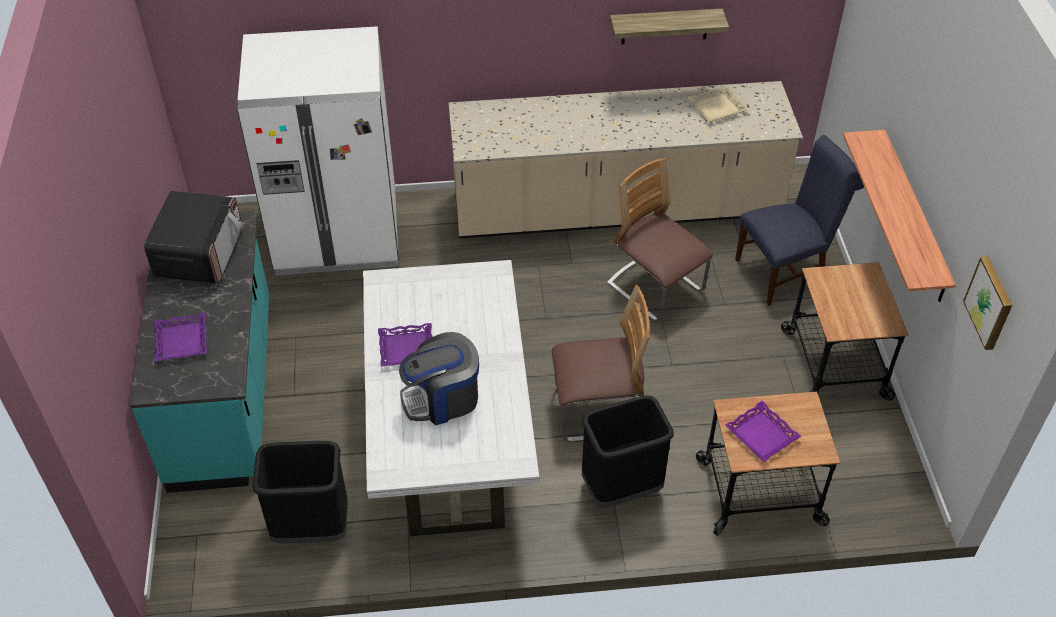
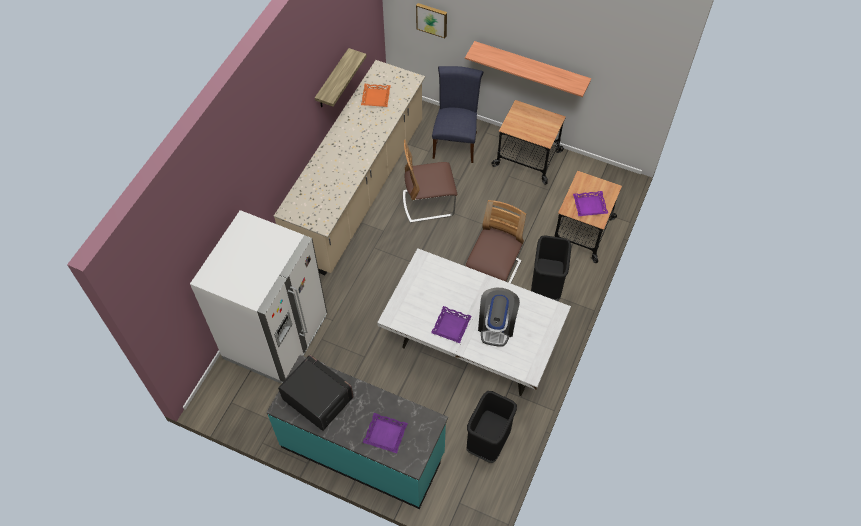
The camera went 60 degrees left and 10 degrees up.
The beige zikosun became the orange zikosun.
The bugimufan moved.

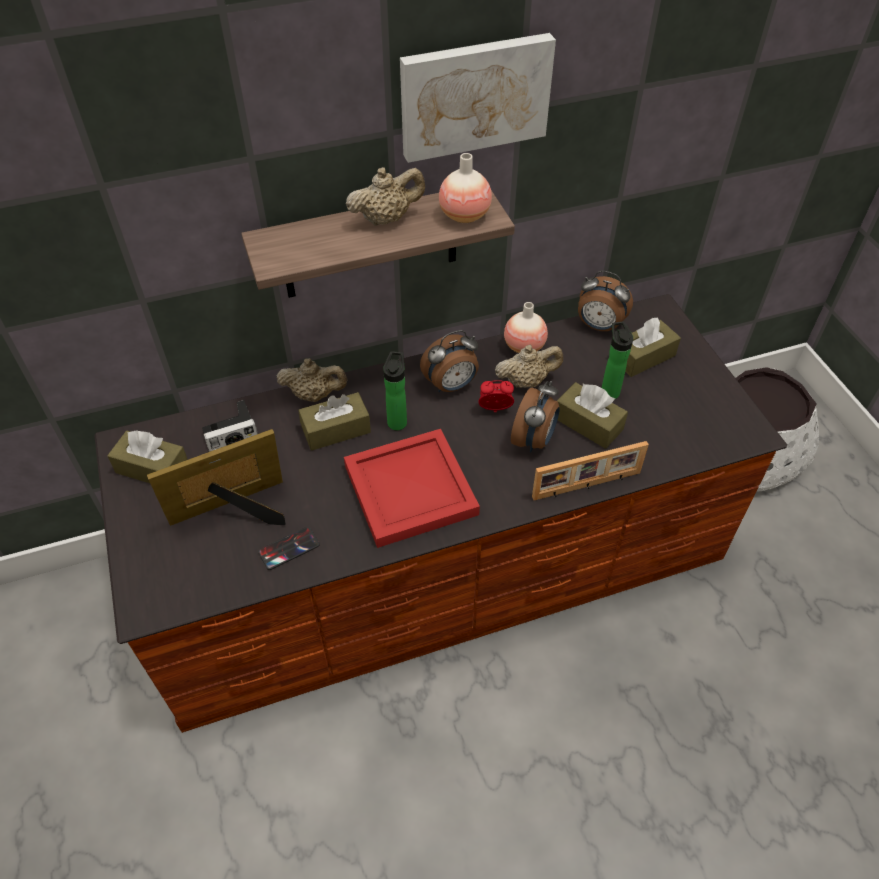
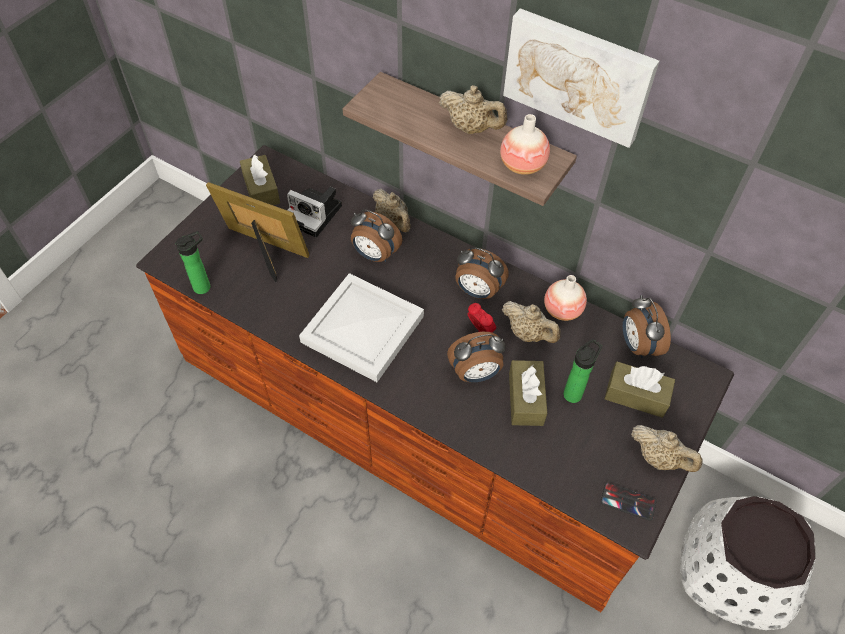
The camera went 50 degrees right and 5 degrees up.
The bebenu (no. 1 from left) moved.
The red zikosun became the white zikosun.
The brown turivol (no. 2 from left) was replaced by the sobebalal (no. 1 from left).
The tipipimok moved.
The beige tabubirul (no. 4 from left) appeared.
The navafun (no. 2 from left) disappeared.

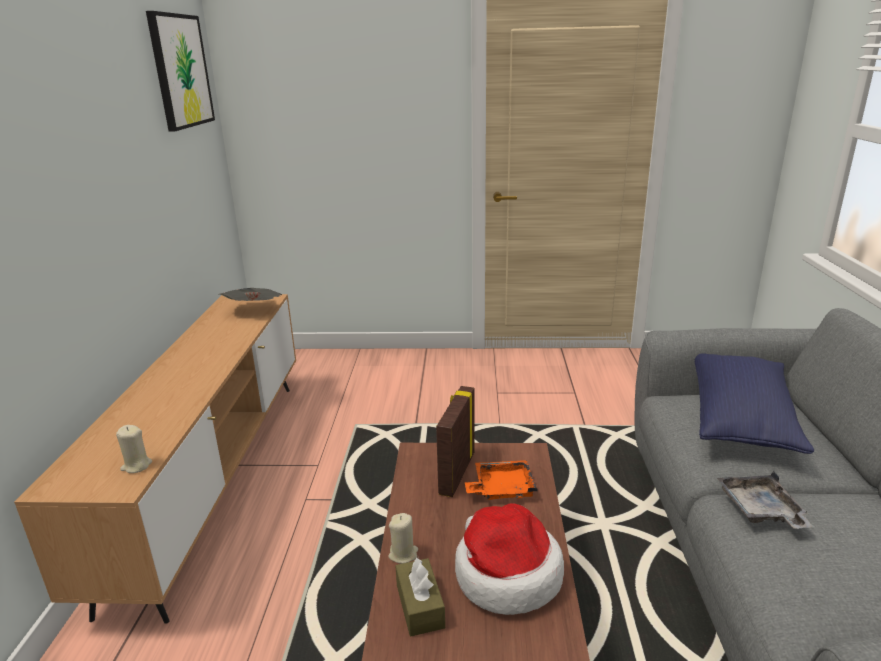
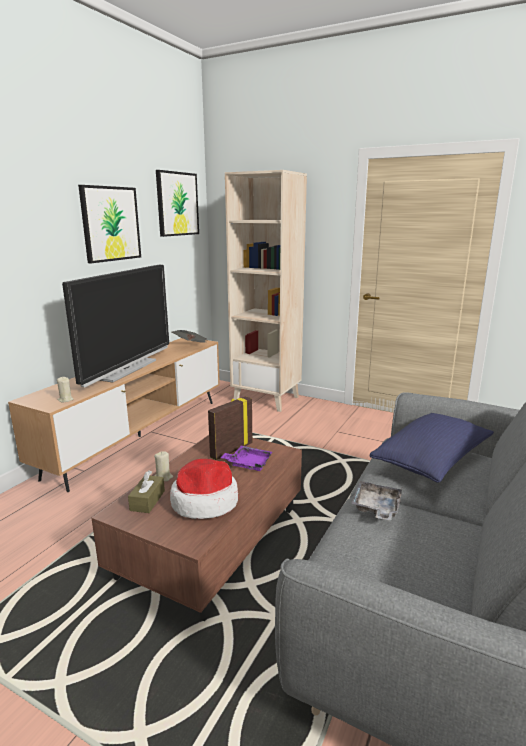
The camera went 25 degrees right and 5 degrees down.
The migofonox appeared.
The bugimufan (no. 1 from left) appeared.
The orange zikosun became the purple zikosun.
The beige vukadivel appeared.

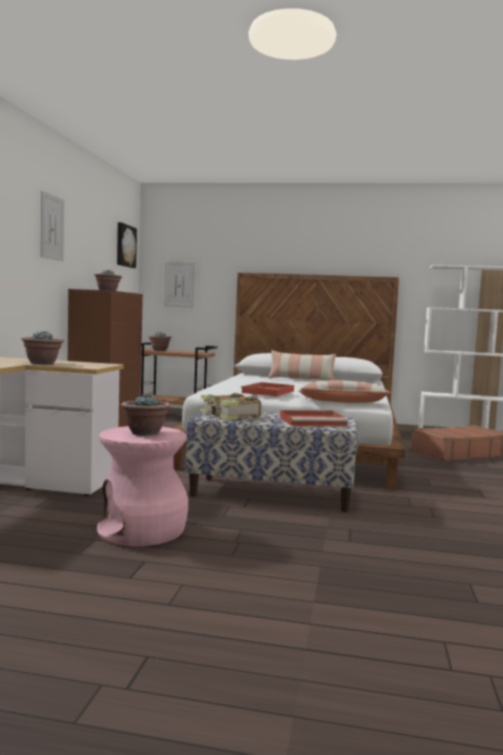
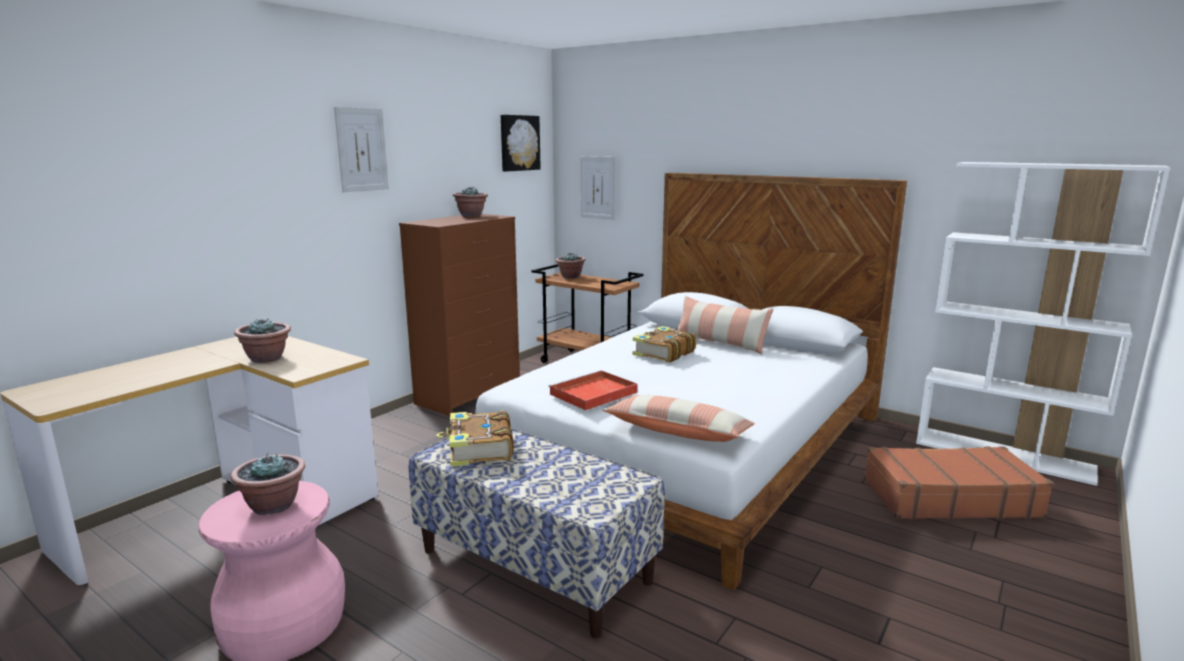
The camera went 25 degrees right and 10 degrees up.
The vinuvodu (no. 2 from left) appeared.
The red zikosun (no. 2 from left) disappeared.

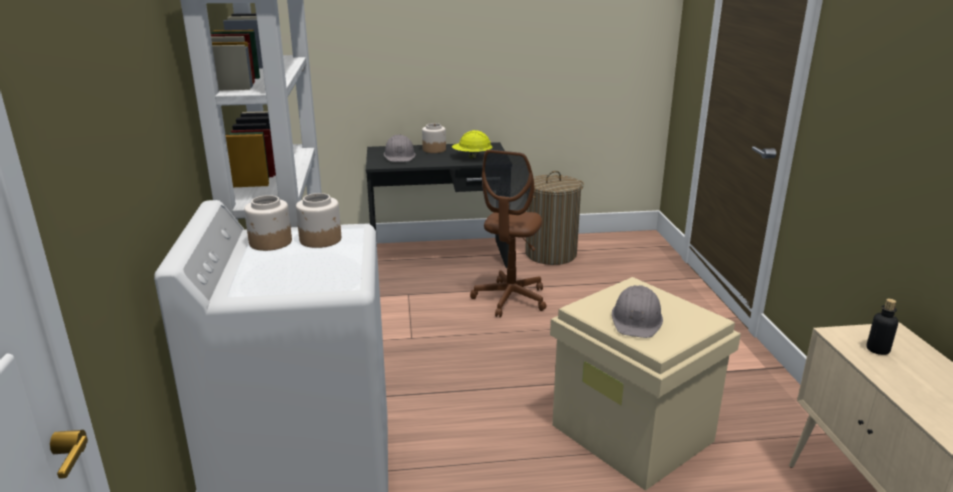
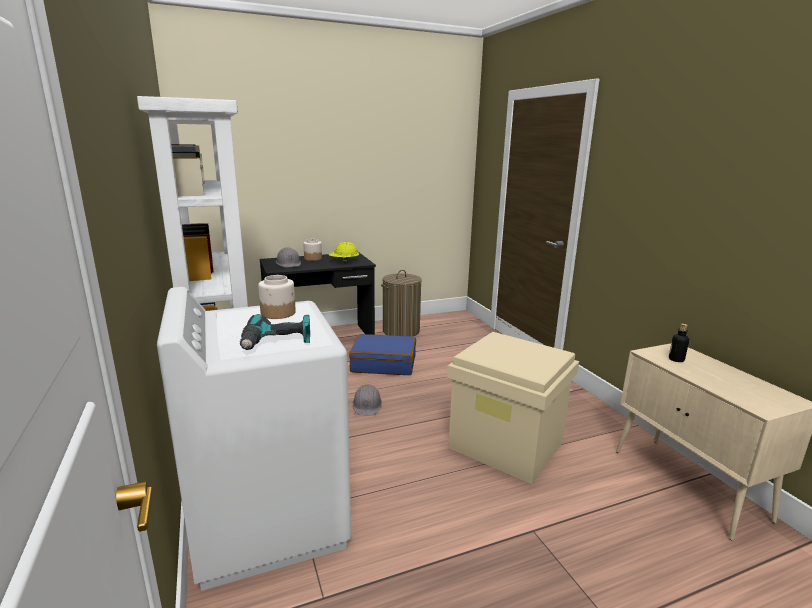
The camera went 15 degrees left and 5 degrees down.
The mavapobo appeared.
The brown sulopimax was replaced by the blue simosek.
The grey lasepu (no. 2 from left) moved.
The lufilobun (no. 1 from left) disappeared.

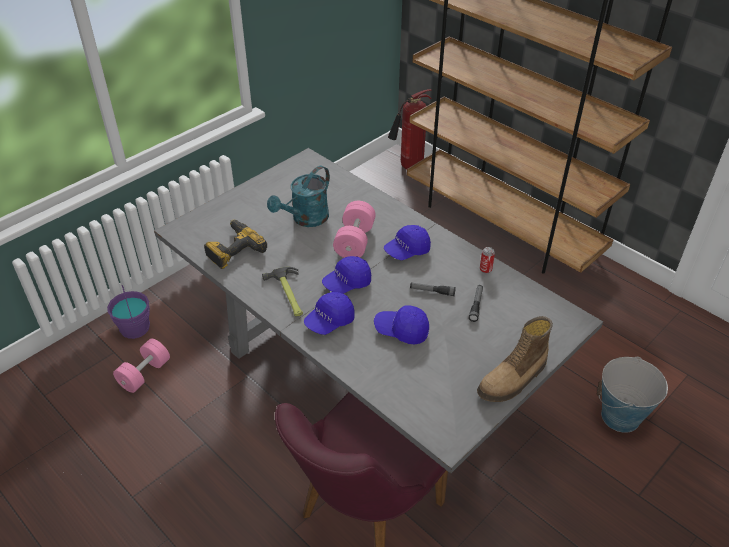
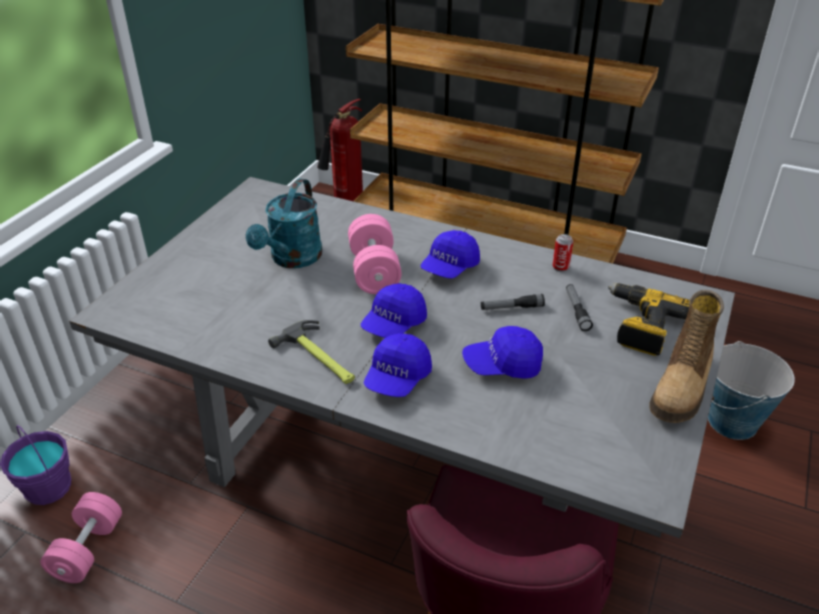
The camera went 20 degrees left and 5 degrees down.
The mavapobo moved.

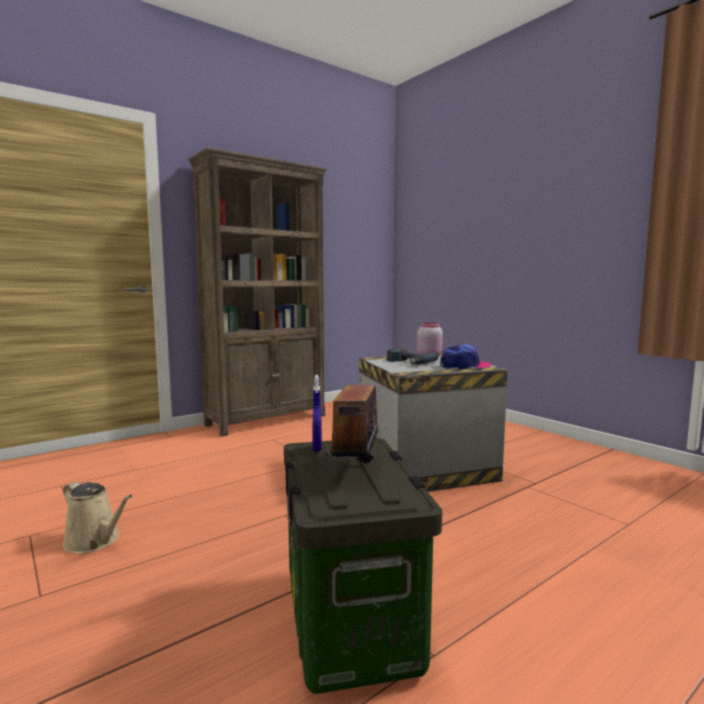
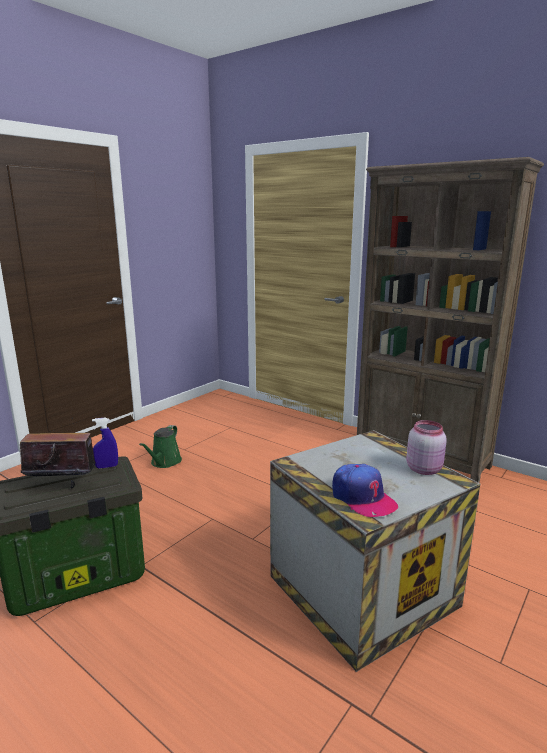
The camera went 75 degrees right and 10 degrees up.
The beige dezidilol became the green dezidilol.
The mavapobo disappeared.

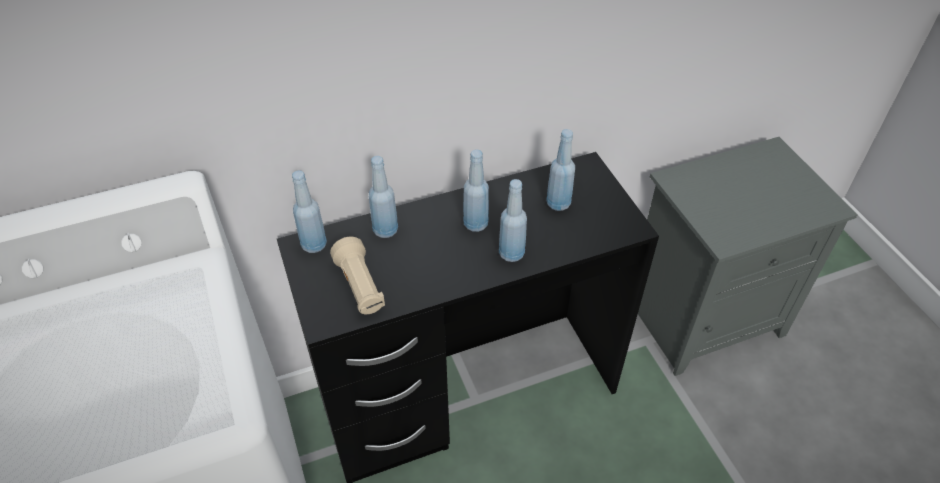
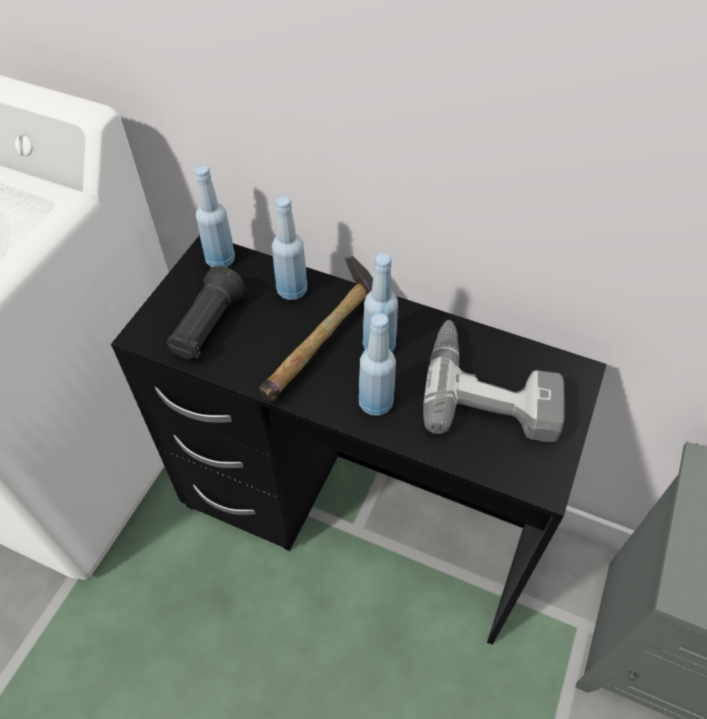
The camera went 45 degrees right and 5 degrees up.
The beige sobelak became the black sobelak.
The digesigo appeared.
The blue bebenu (no. 5 from left) was replaced by the mavapobo.

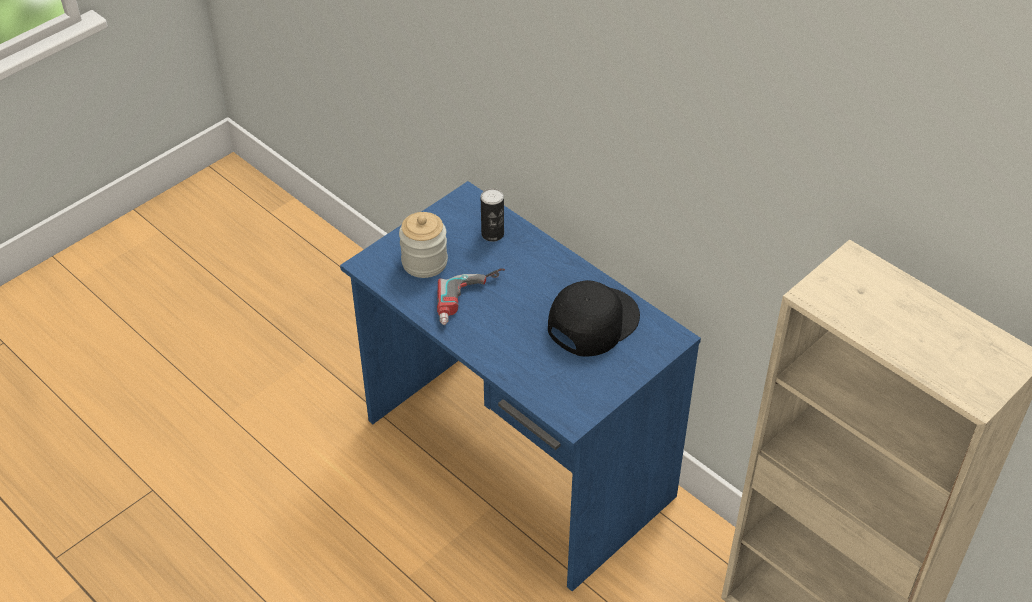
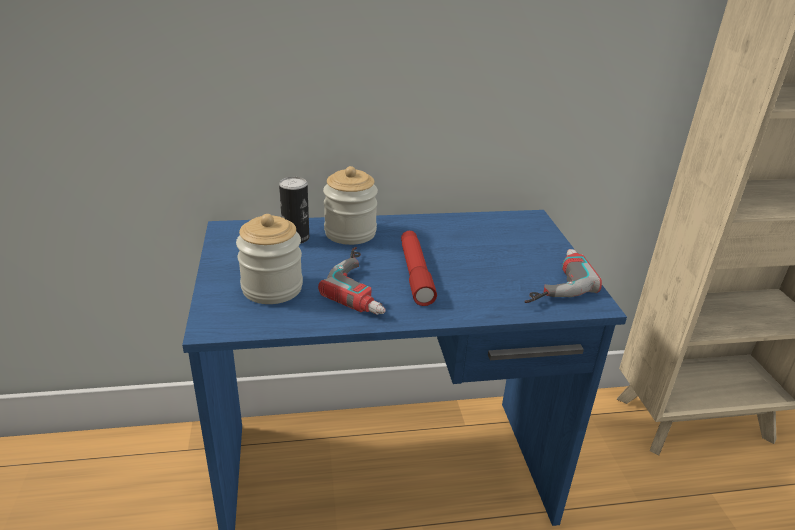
The camera went 55 degrees left and 15 degrees down.
The lufilobun (no. 2 from left) appeared.
The red sobelak appeared.
The mavapobo (no. 2 from left) appeared.
The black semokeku disappeared.

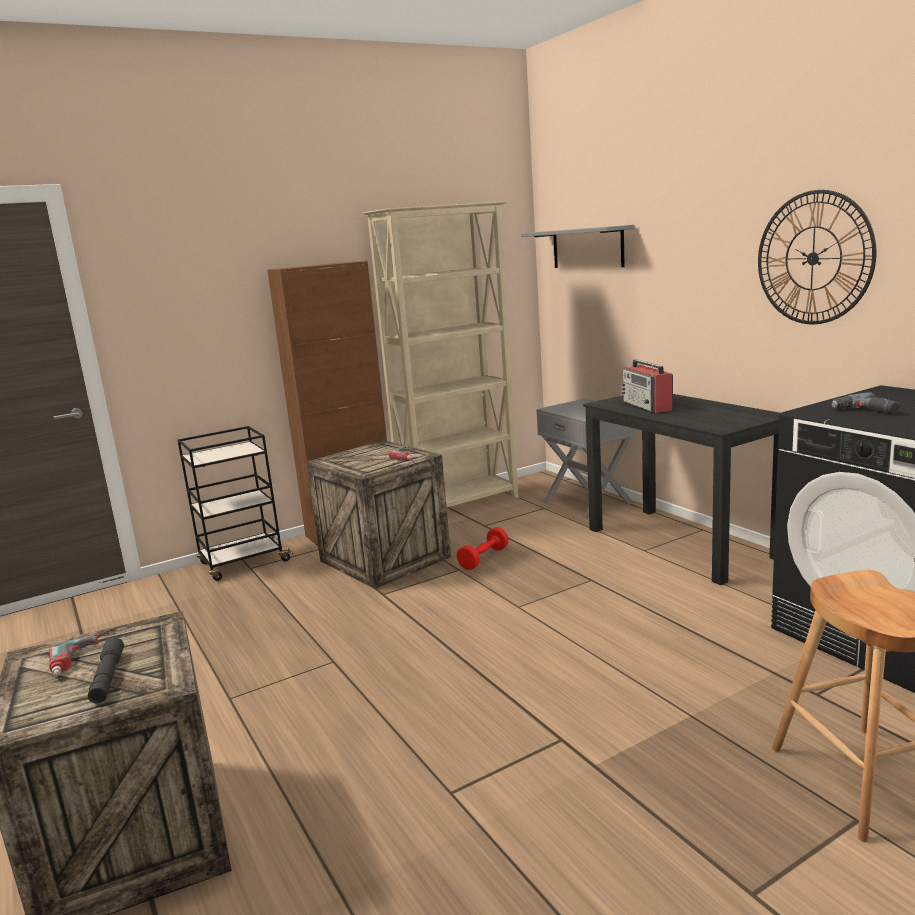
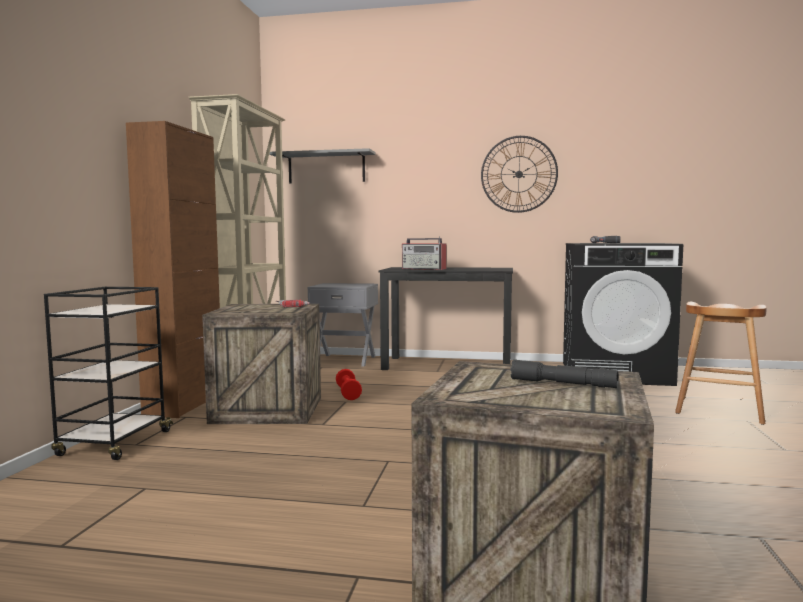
The camera went 50 degrees left and 10 degrees down.
The mavapobo (no. 1 from left) disappeared.

